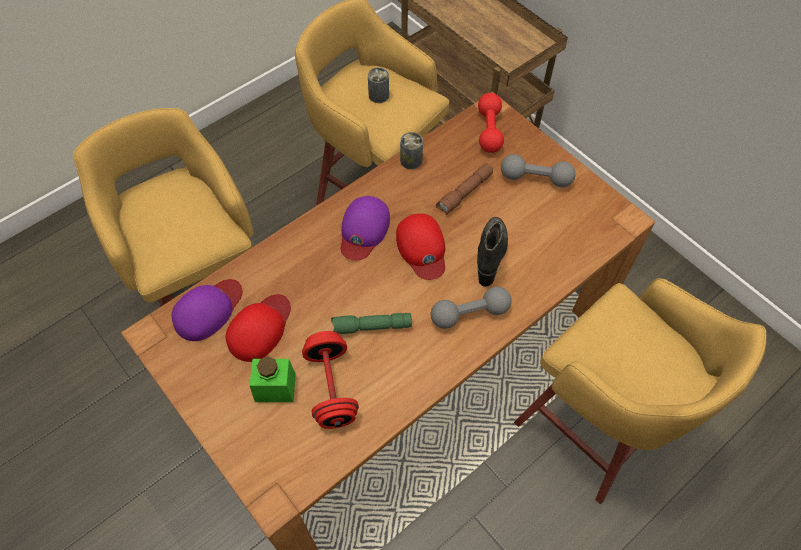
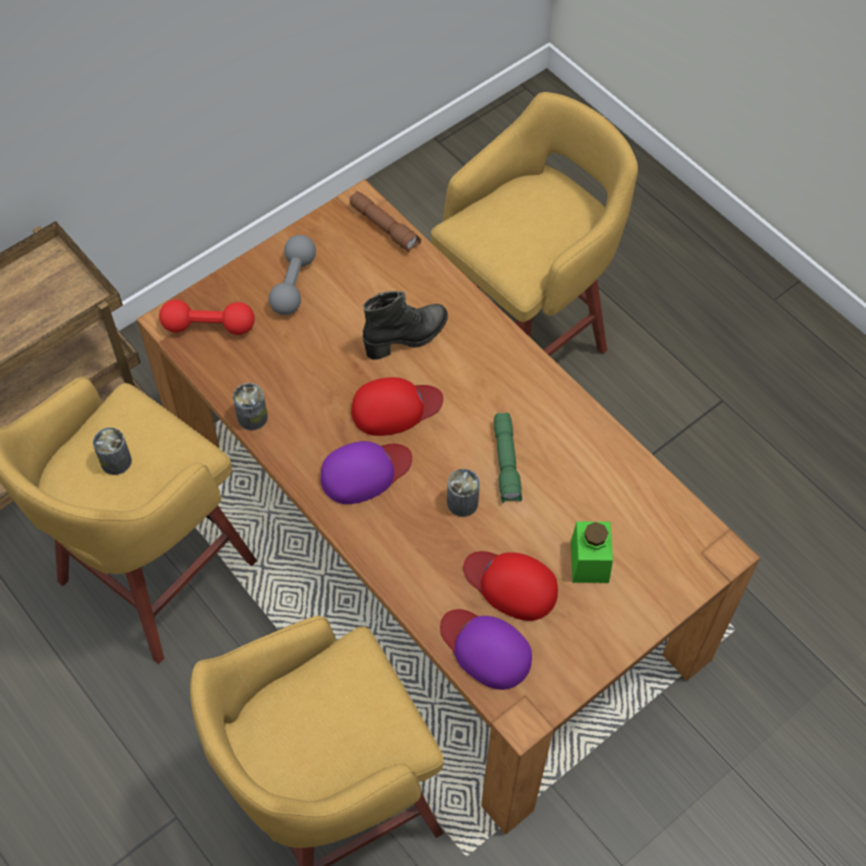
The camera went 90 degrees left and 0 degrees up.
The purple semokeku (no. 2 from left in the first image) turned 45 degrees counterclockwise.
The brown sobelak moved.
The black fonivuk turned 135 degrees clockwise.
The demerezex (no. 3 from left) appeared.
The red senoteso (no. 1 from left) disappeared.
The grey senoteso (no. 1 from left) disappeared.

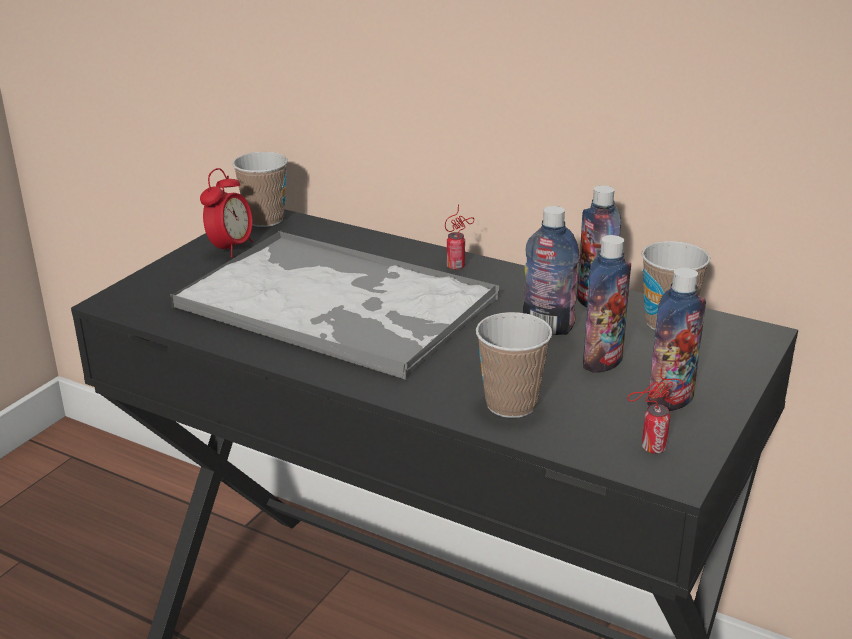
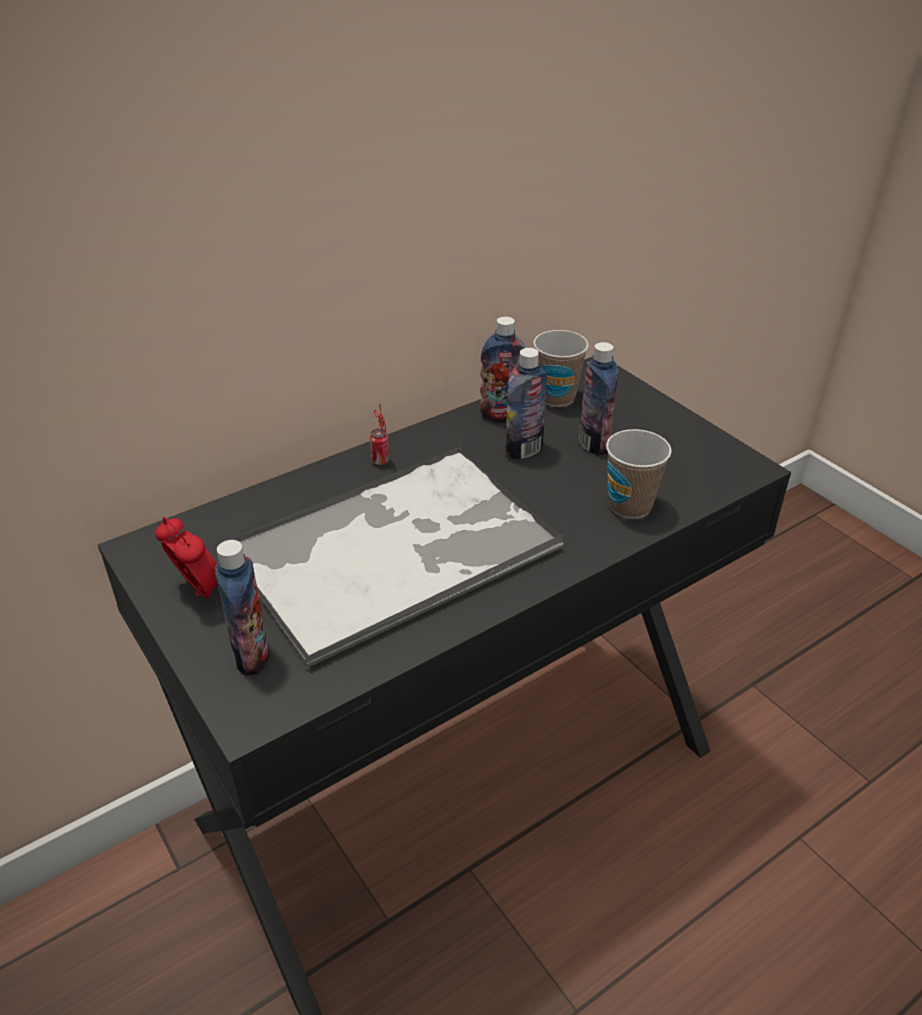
The camera went 65 degrees left and 10 degrees up.
The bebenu (no. 4 from left in the first image) moved.
The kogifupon (no. 1 from left) disappeared.
The demerezex (no. 2 from left) disappeared.

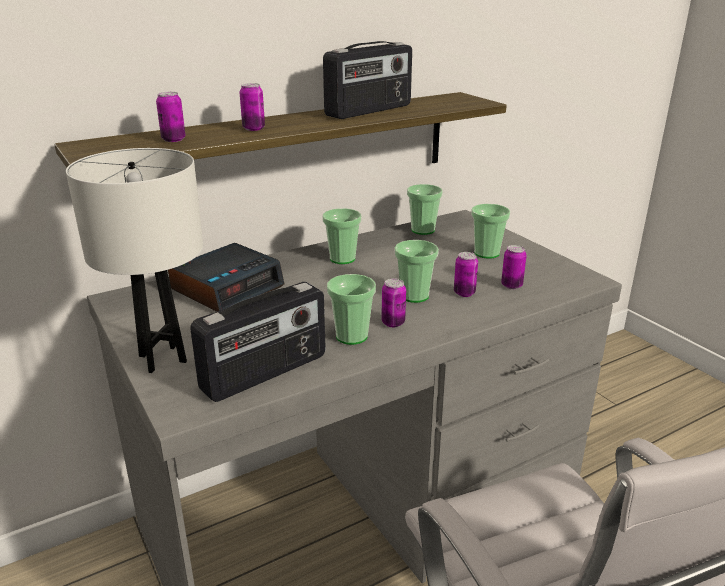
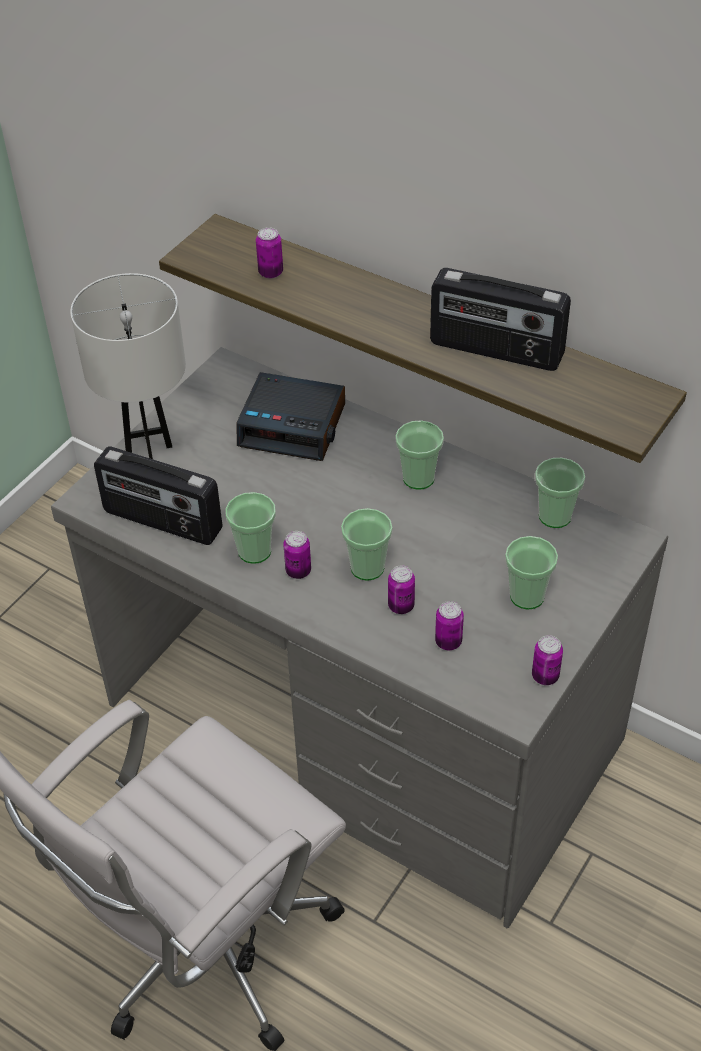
The camera went 65 degrees right and 20 degrees up.
The demerezex (no. 2 from left in the first image) moved.

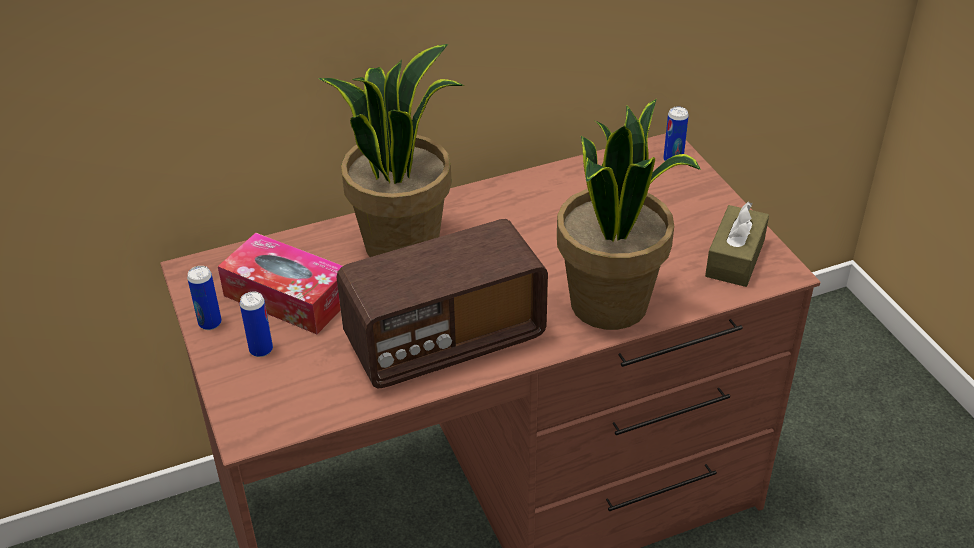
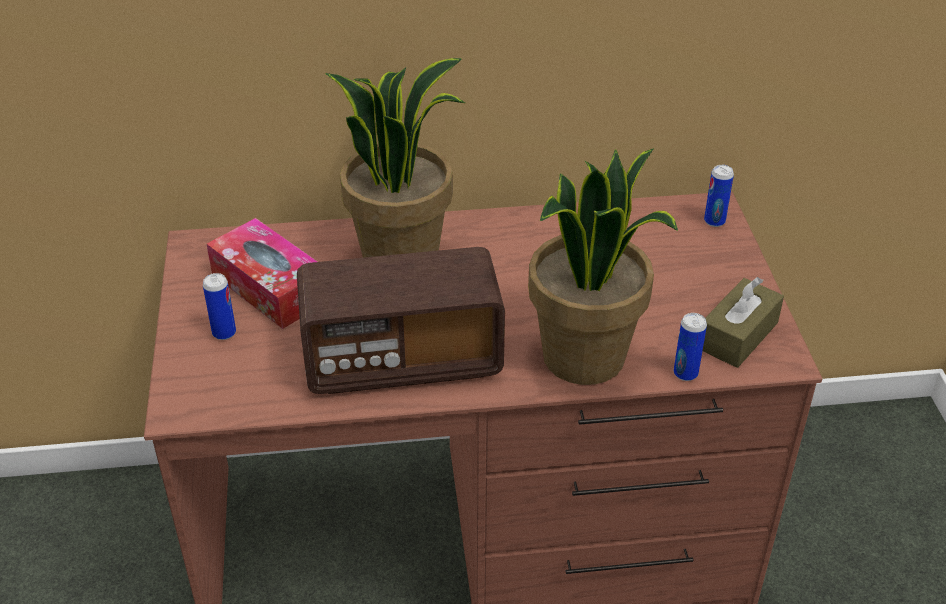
The camera went 15 degrees right and 0 degrees up.
The demerezex (no. 1 from left in the first image) moved.

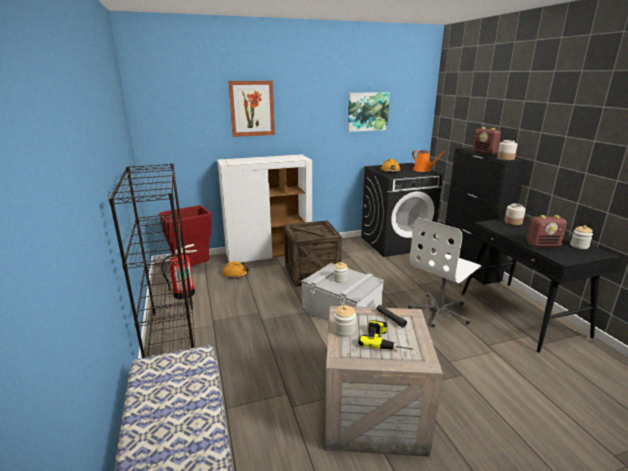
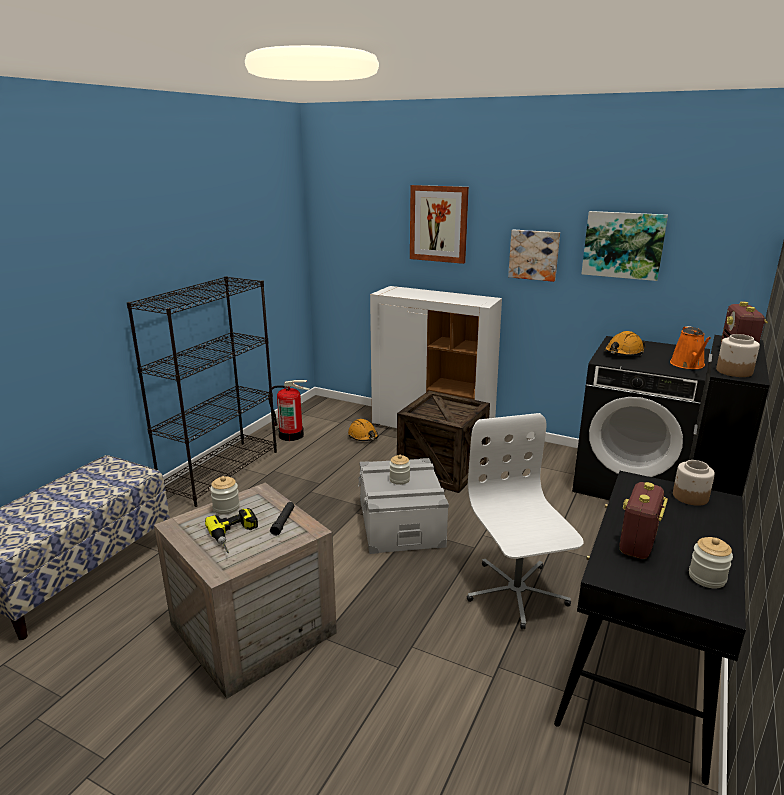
The camera went 45 degrees right and 0 degrees up.
The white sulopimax turned 75 degrees clockwise.
The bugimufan (no. 2 from left) appeared.
The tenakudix (no. 2 from left in the first image) turned 75 degrees clockwise.
The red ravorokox disappeared.

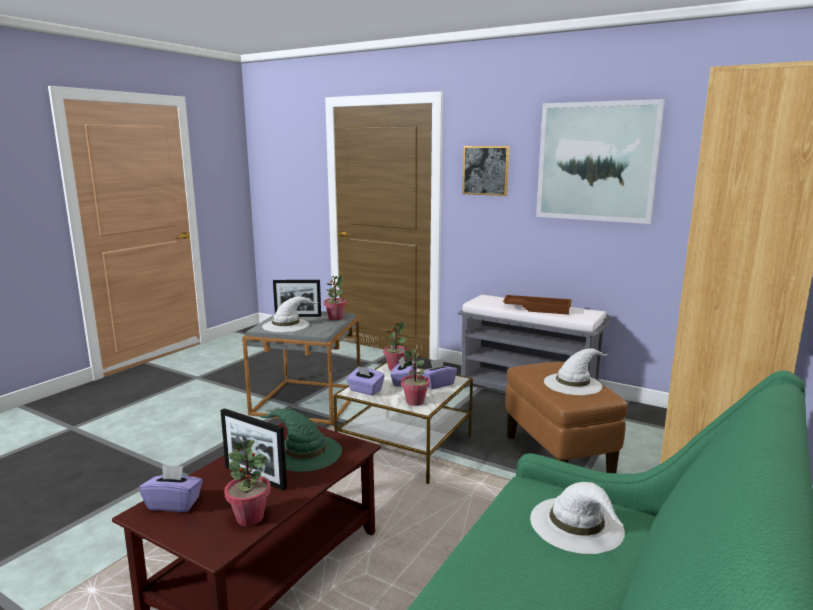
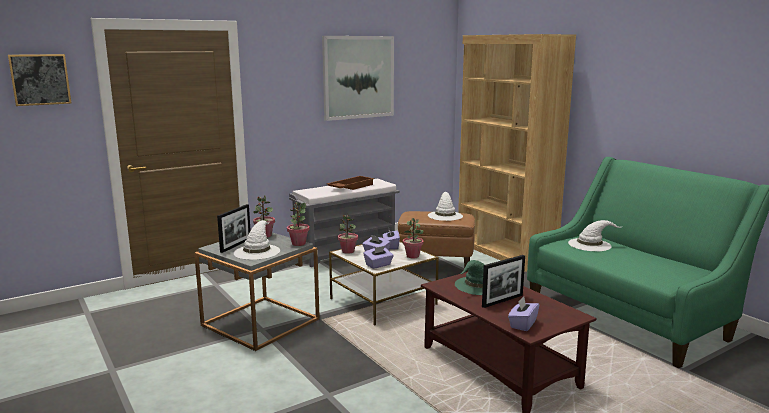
The camera went 65 degrees left and 0 degrees up.
The bugimufan (no. 1 from left) moved.
The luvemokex (no. 1 from left in the first image) moved.

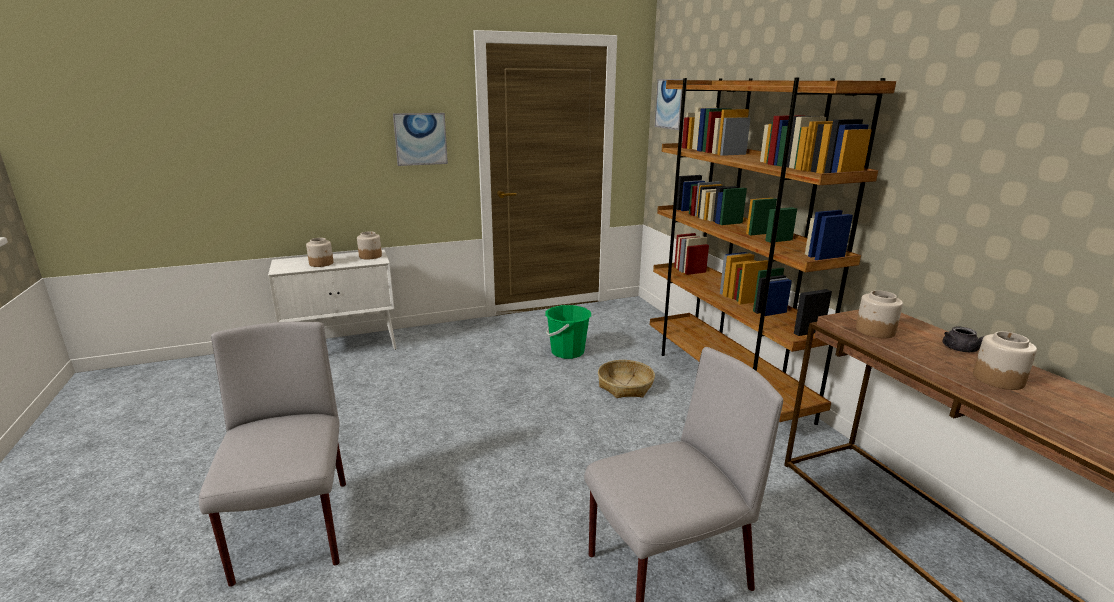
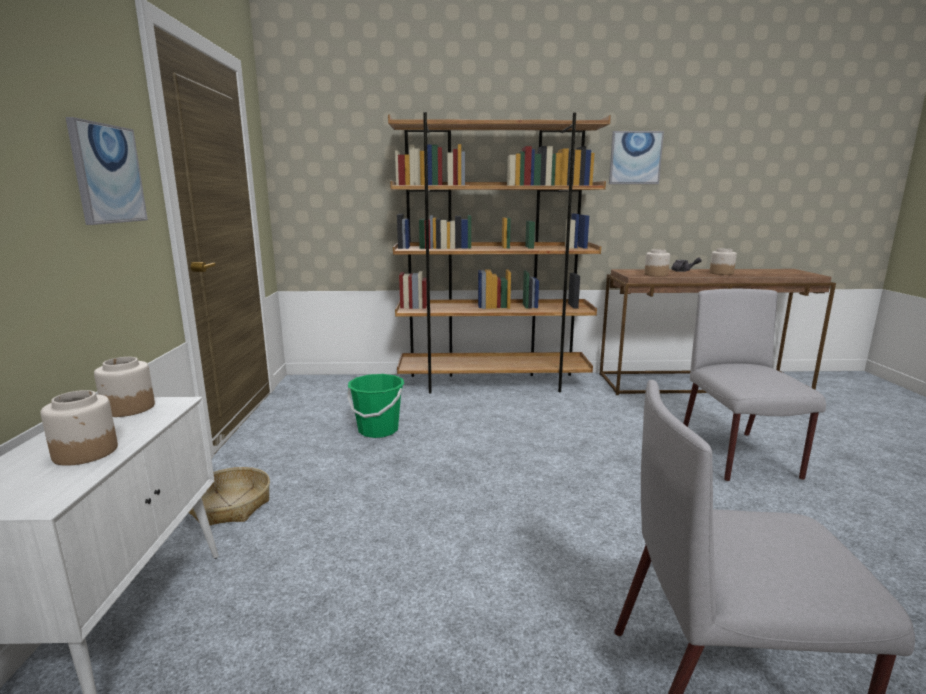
The camera went 70 degrees left and 5 degrees down.
The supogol moved.
The bugimufan (no. 2 from left) moved.

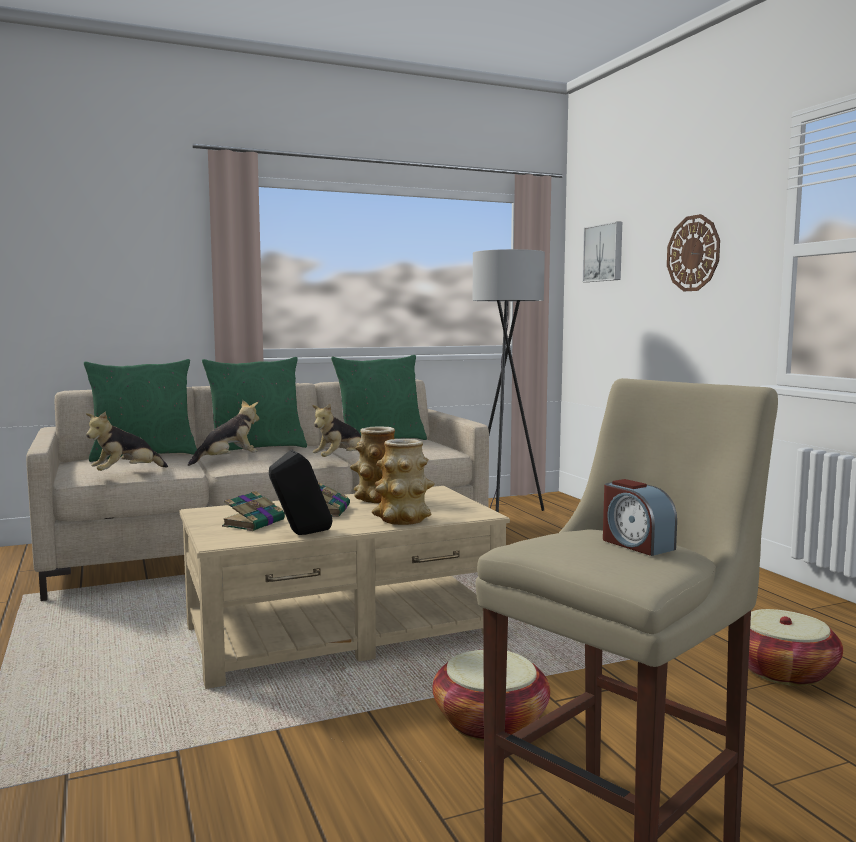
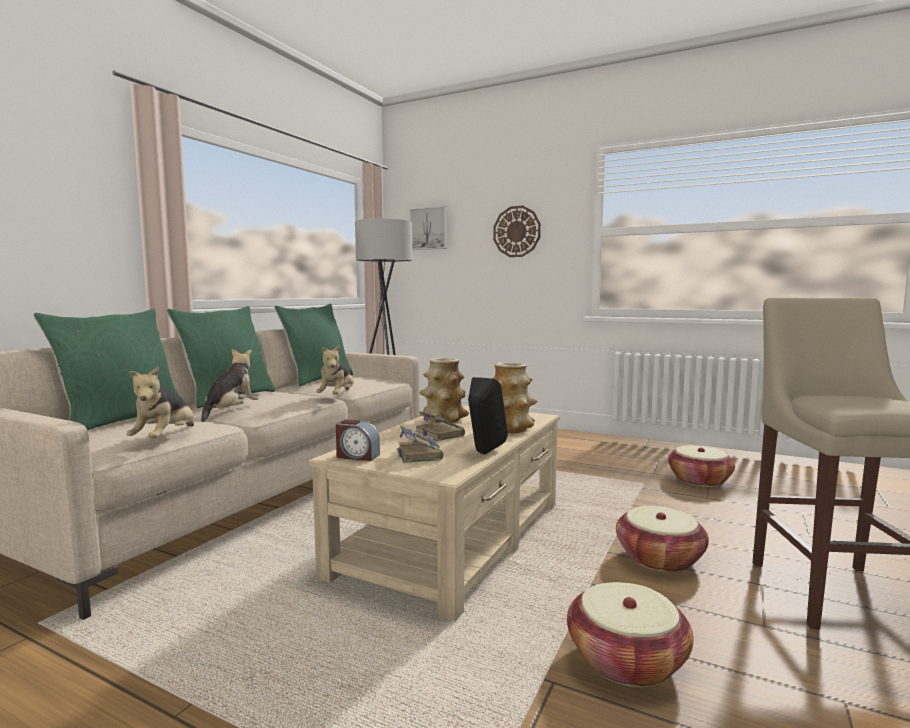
The camera went 40 degrees left and 0 degrees up.
The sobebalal moved.
The supogol (no. 1 from left) appeared.

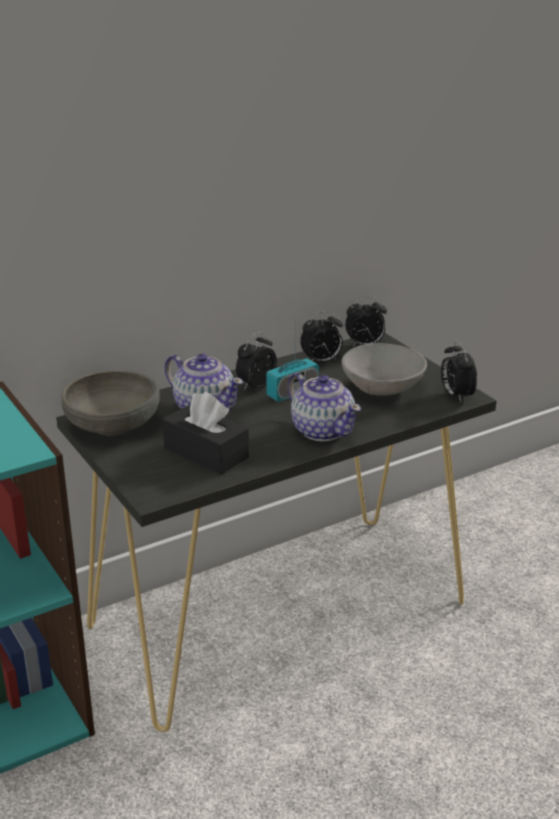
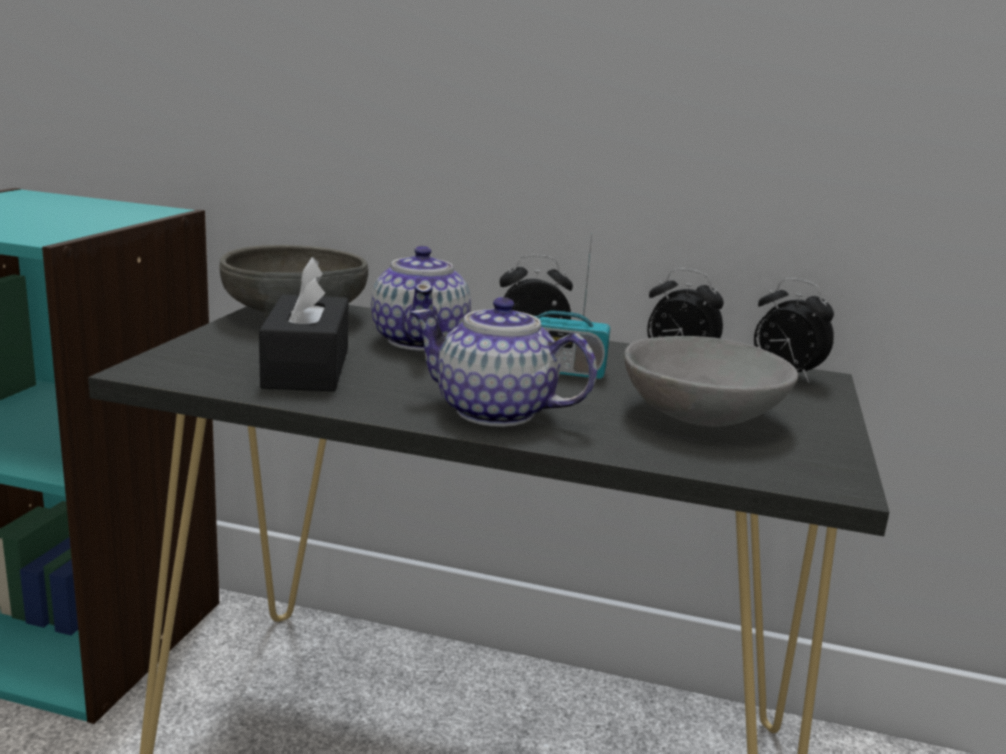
The camera went 45 degrees right and 10 degrees down.
The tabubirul (no. 2 from left) turned 105 degrees clockwise.
The sobebalal (no. 4 from left) disappeared.

